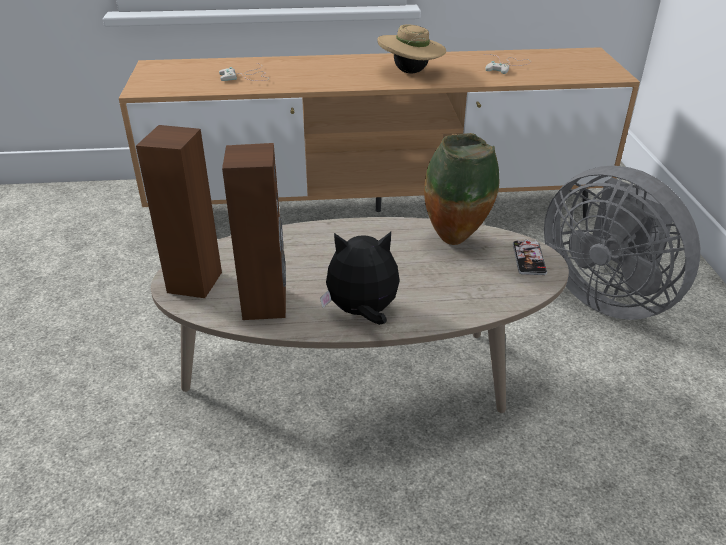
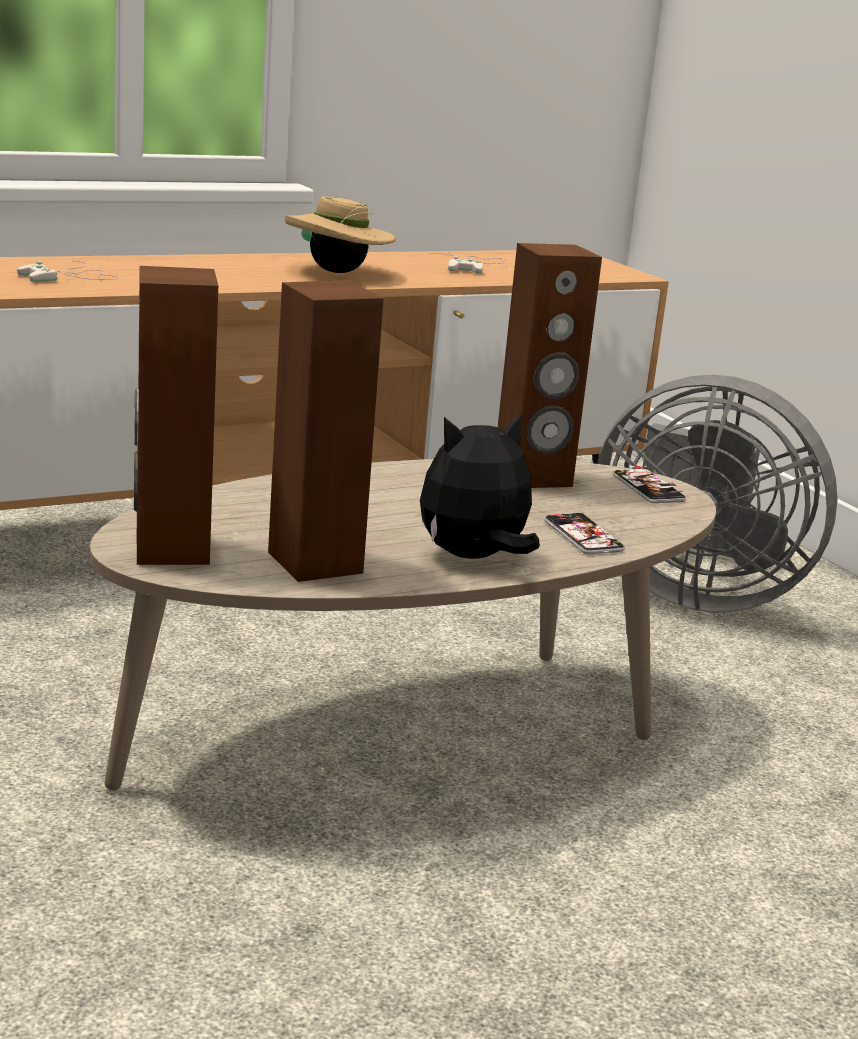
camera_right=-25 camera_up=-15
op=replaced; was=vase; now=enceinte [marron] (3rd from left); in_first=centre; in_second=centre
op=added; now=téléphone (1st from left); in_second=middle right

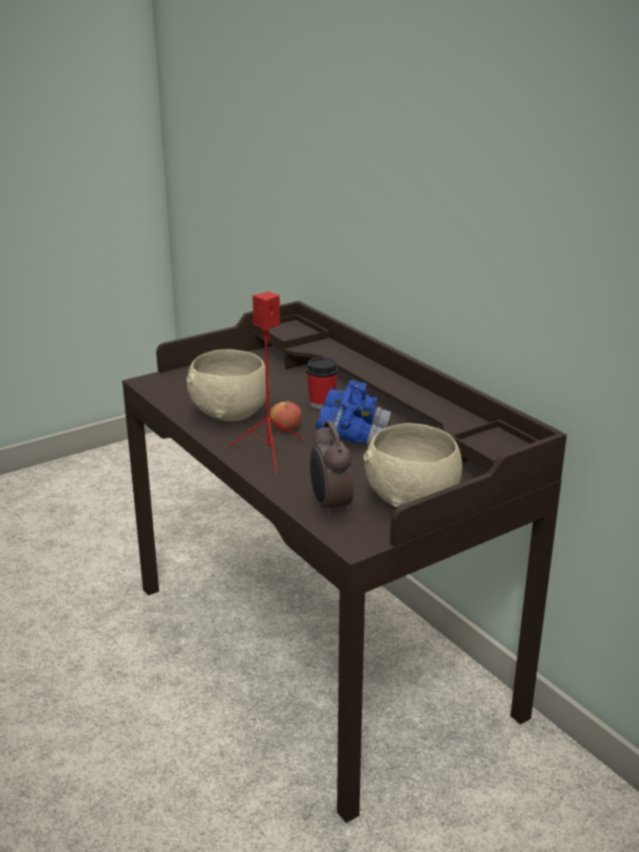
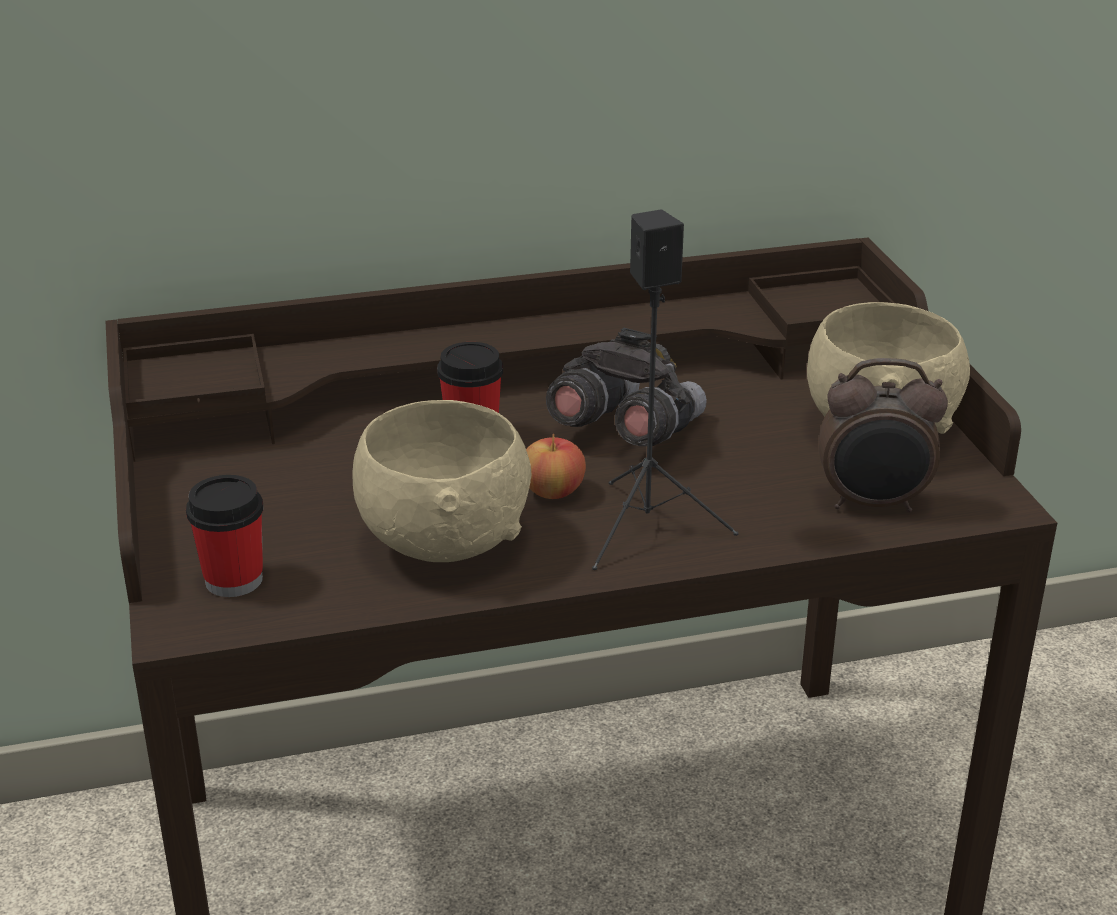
camera_right=-70 camera_up=5
op=recoloured; was=enceinte [rouge]; now=enceinte [noir]; in_first=centre; in_second=centre
op=recoloured; was=jumelles [bleu]; now=jumelles [gris]; in_first=centre; in_second=centre
op=added; now=tasse (1st from left); in_second=middle left

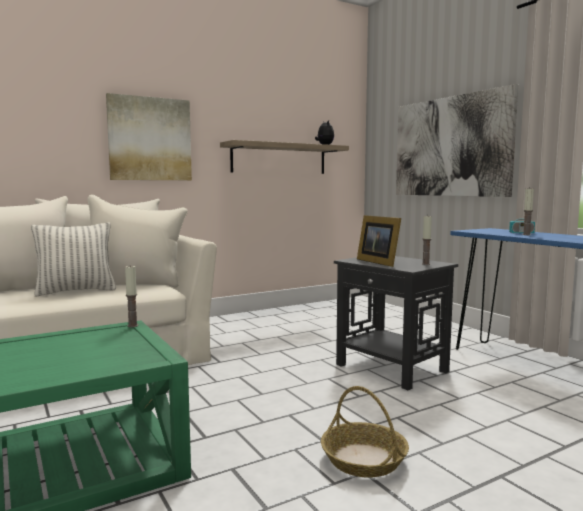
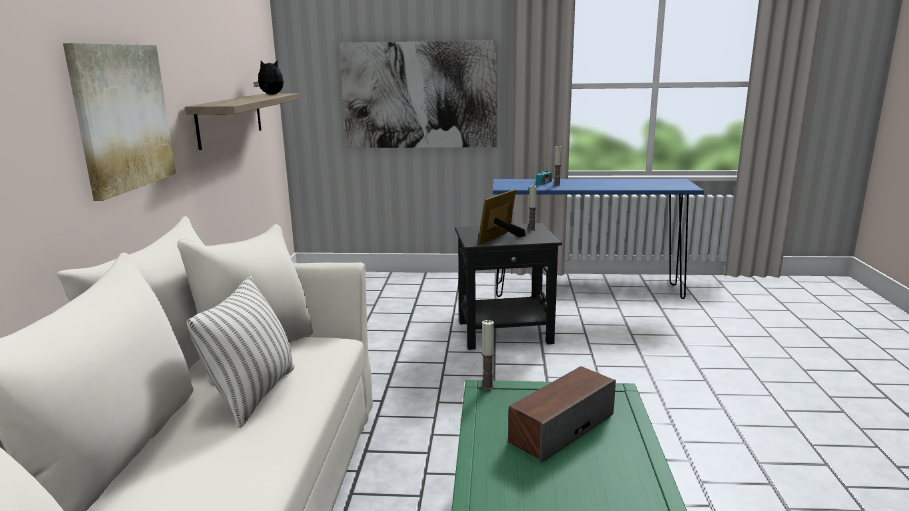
camera_right=-55 camera_up=10
op=removed; was=panier; in_first=bottom centre
op=turned; was=cadre photo; in_first=centre; in_second=centre; clockwise=120
op=added; now=enceinte; in_second=bottom centre

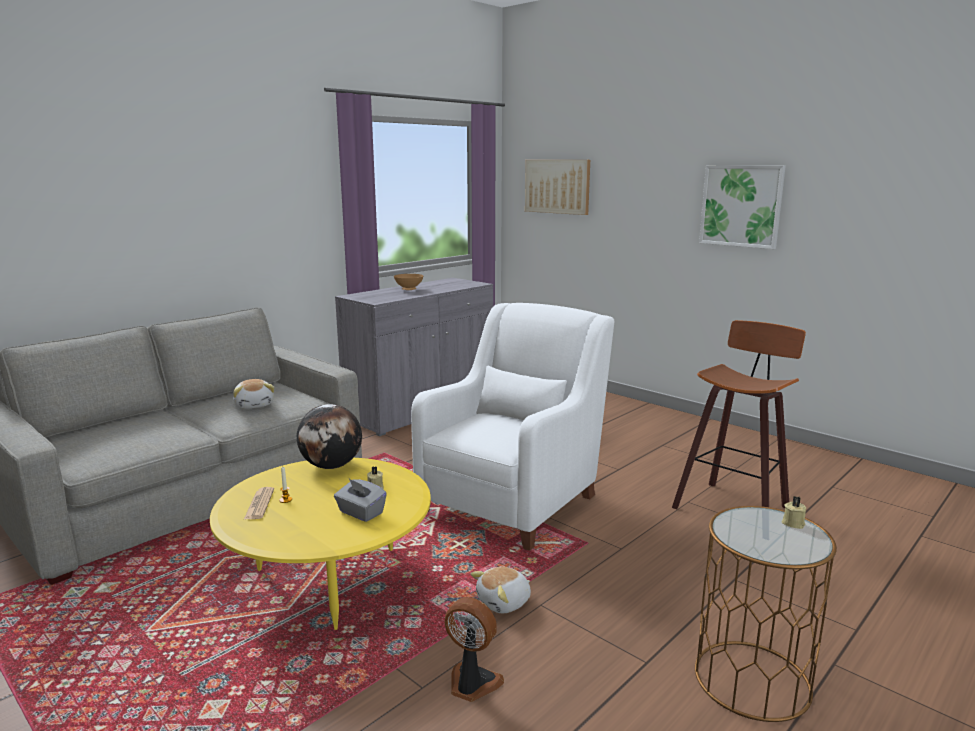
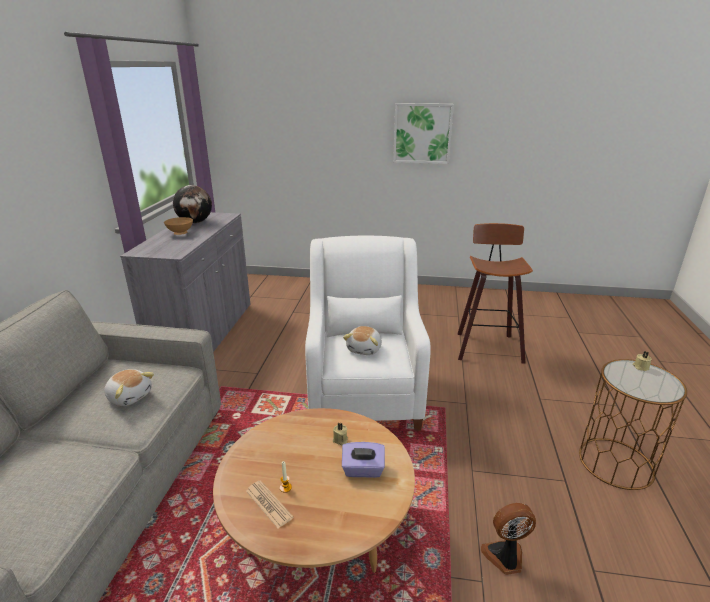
camera_right=-35 camera_up=10
op=recoloured; was=table basse [jaune]; now=table basse [marron]; in_first=bottom left; in_second=bottom centre
op=moved; was=globe; in_first=centre; in_second=middle left
op=recoloured; was=boîte à mouchoirs [gris]; now=boîte à mouchoirs [violet]; in_first=bottom centre; in_second=bottom centre
op=moved; was=peluche (2nd from left); in_first=bottom centre; in_second=centre
op=removed; was=tableau (1st from left); in_first=top centre

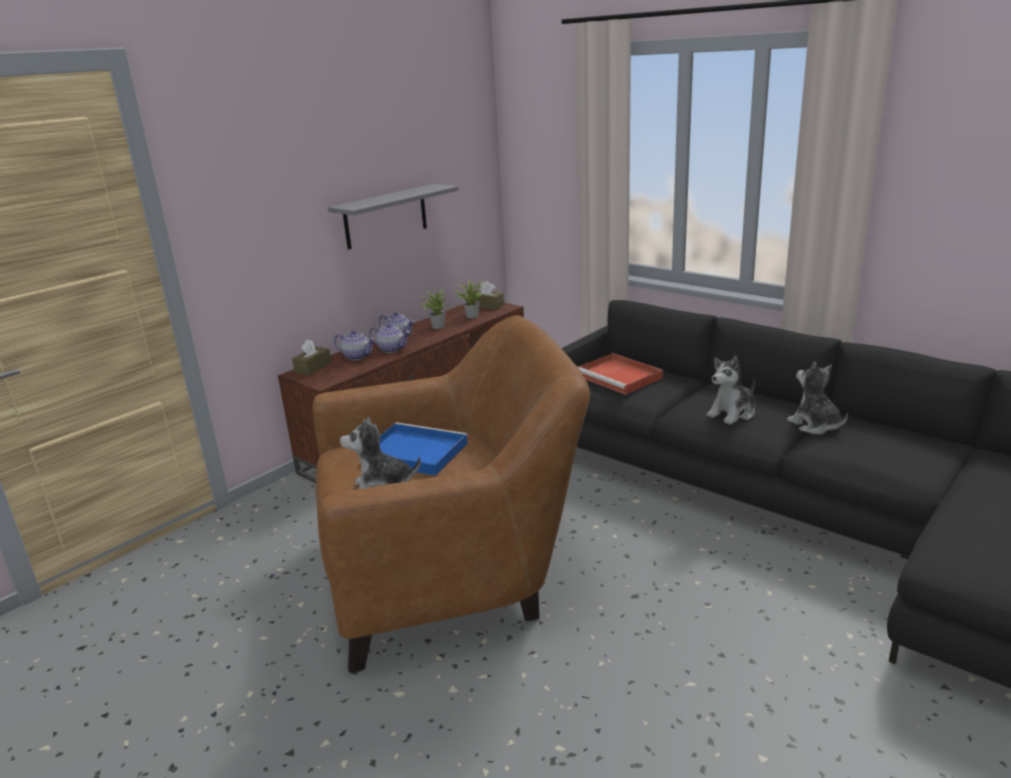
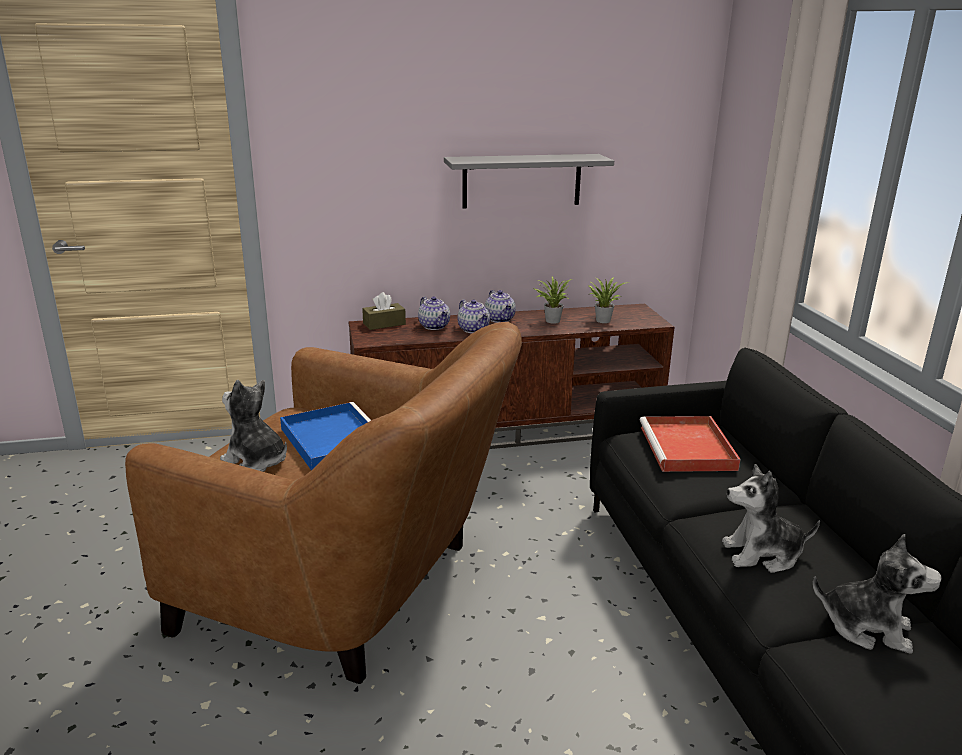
camera_right=35 camera_up=0
op=removed; was=boîte à mouchoirs [marron] (2nd from left); in_first=centre
op=turned; was=peluche (3rd from left); in_first=middle right; in_second=bottom right; clockwise=105

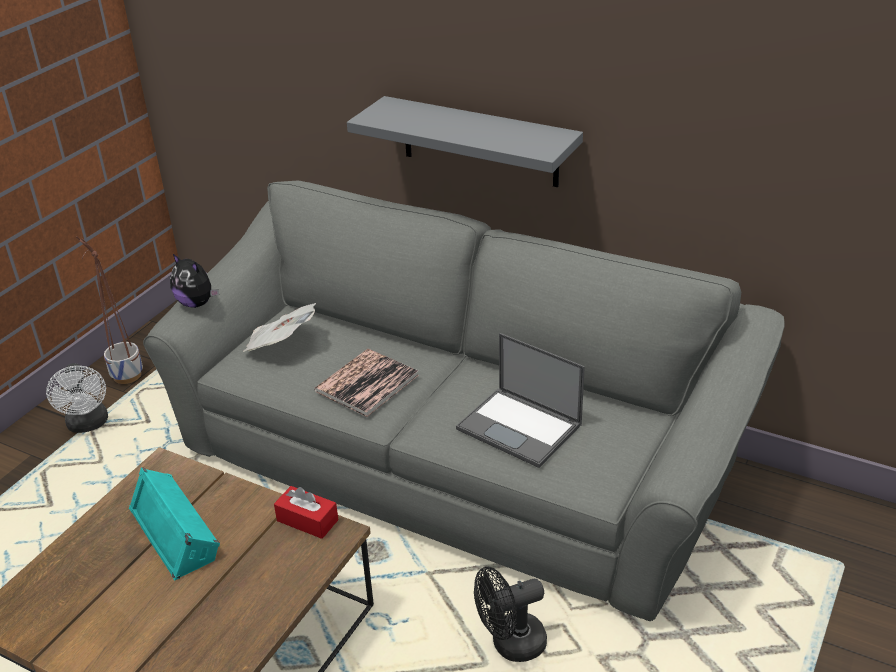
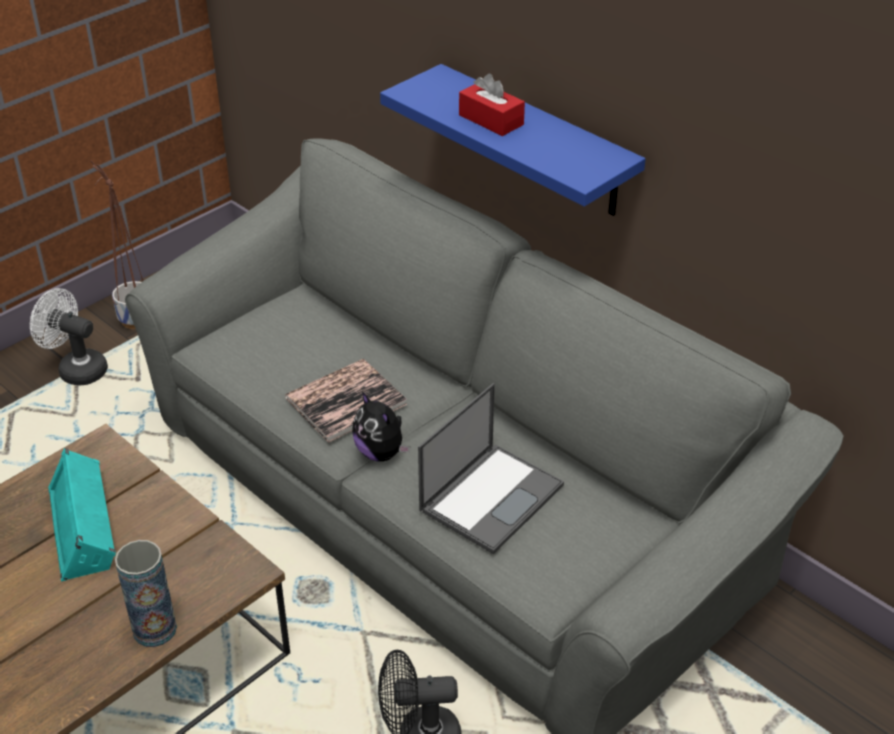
camera_right=15 camera_up=5
op=turned; was=ventilateur [blanc]; in_first=middle left; in_second=middle left; clockwise=120
op=moved; was=peluche; in_first=middle left; in_second=centre
op=removed; was=journal; in_first=middle left
op=moved; was=boîte à mouchoirs [rouge]; in_first=bottom centre; in_second=top centre
op=recoloured; was=étagère [gris]; now=étagère [bleu]; in_first=top centre; in_second=top centre
op=turned; was=ordinateur portable; in_first=centre; in_second=centre; clockwise=-105
op=added; now=vase; in_second=bottom left

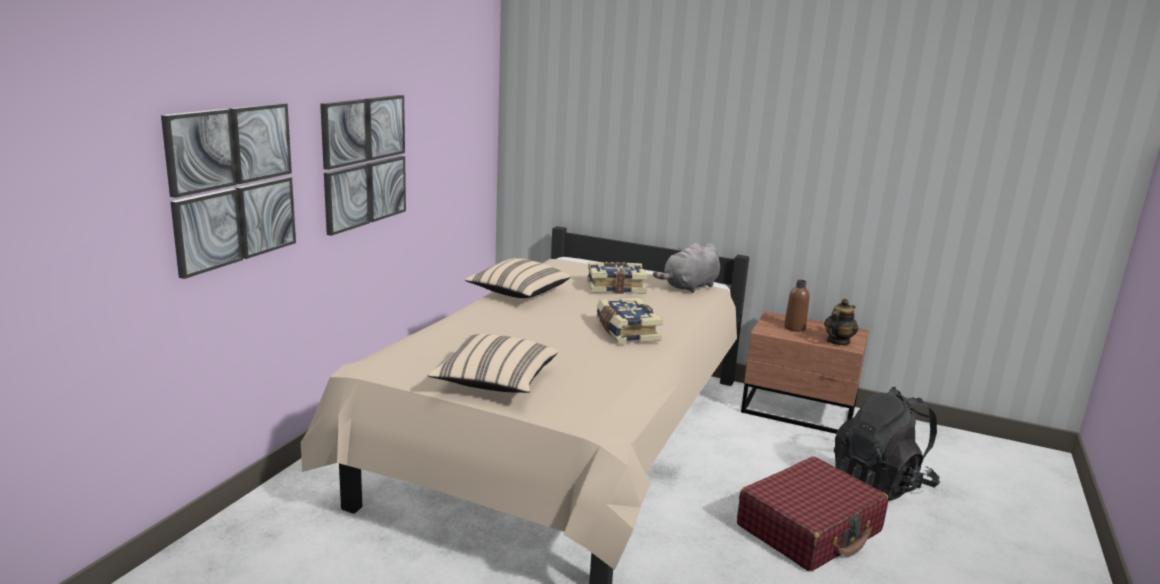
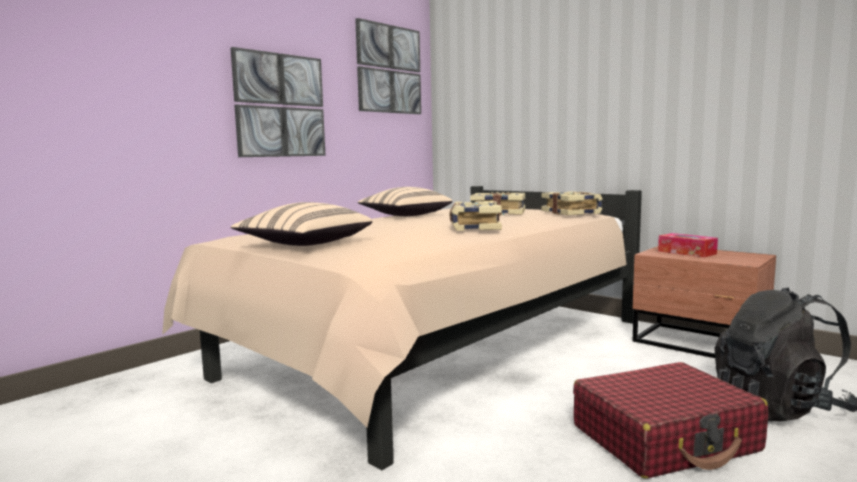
camera_right=20 camera_up=-10
op=moved; was=tableau (1st from left in the first image); now=tableau (2nd from left); in_first=top left; in_second=top centre
op=replaced; was=peluche [gris]; now=livre (3rd from left); in_first=centre; in_second=middle right
op=replaced; was=bouteille [marron]; now=boîte à mouchoirs; in_first=middle right; in_second=middle right
op=removed; was=théière; in_first=middle right

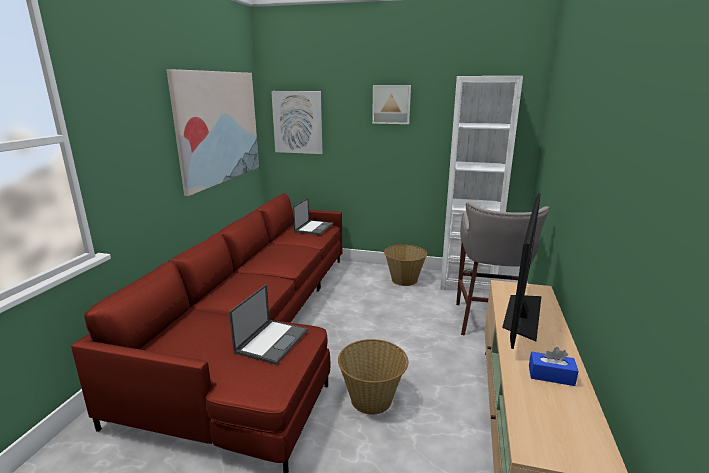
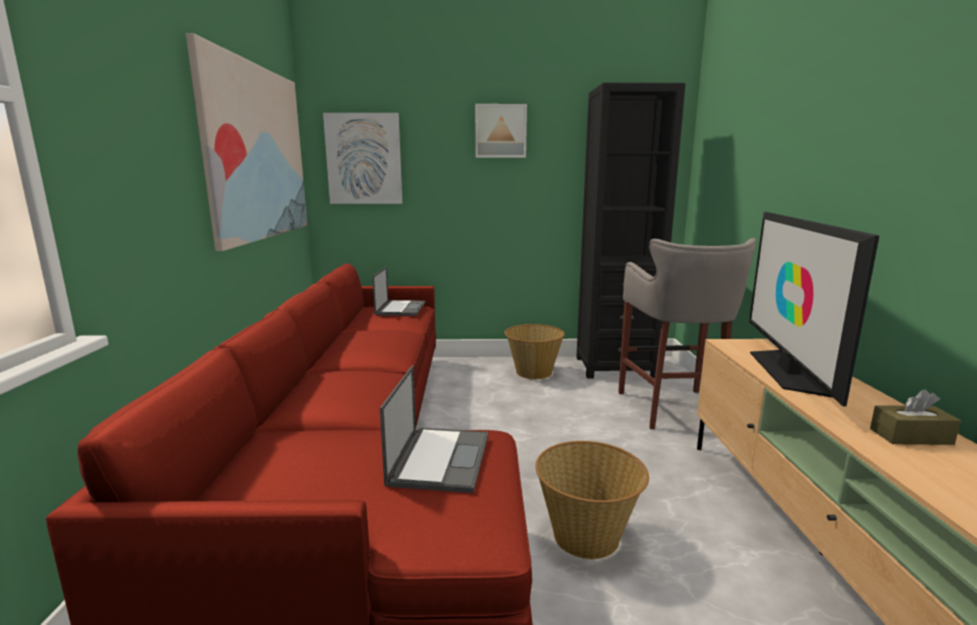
camera_right=-15 camera_up=-5
op=recoloured; was=bibliothèque [blanc]; now=bibliothèque [noir]; in_first=middle right; in_second=centre
op=recoloured; was=boîte à mouchoirs [bleu]; now=boîte à mouchoirs [marron]; in_first=bottom right; in_second=bottom right

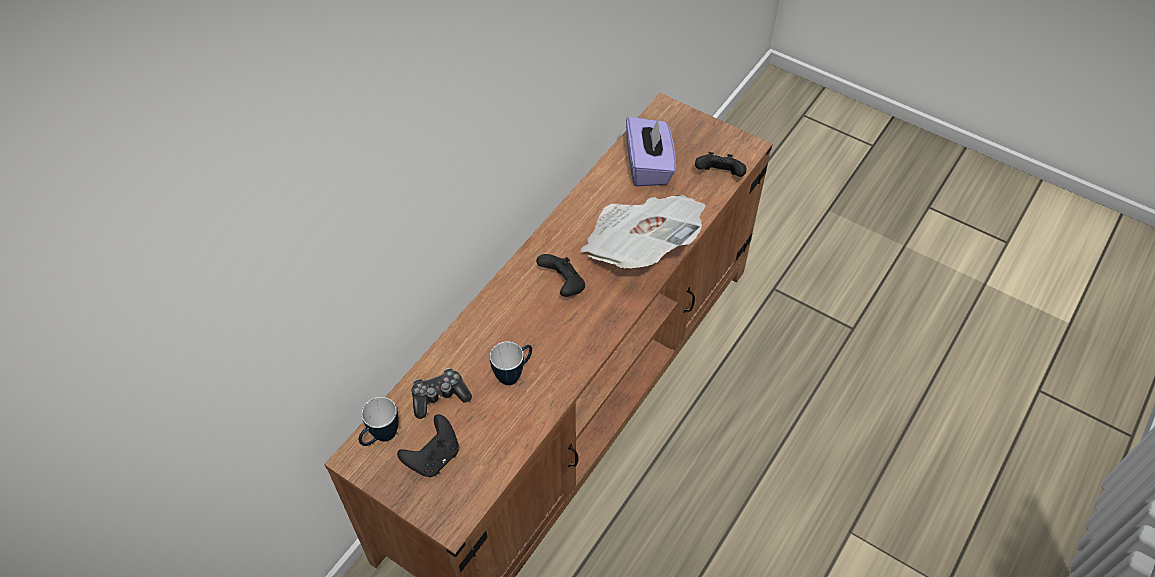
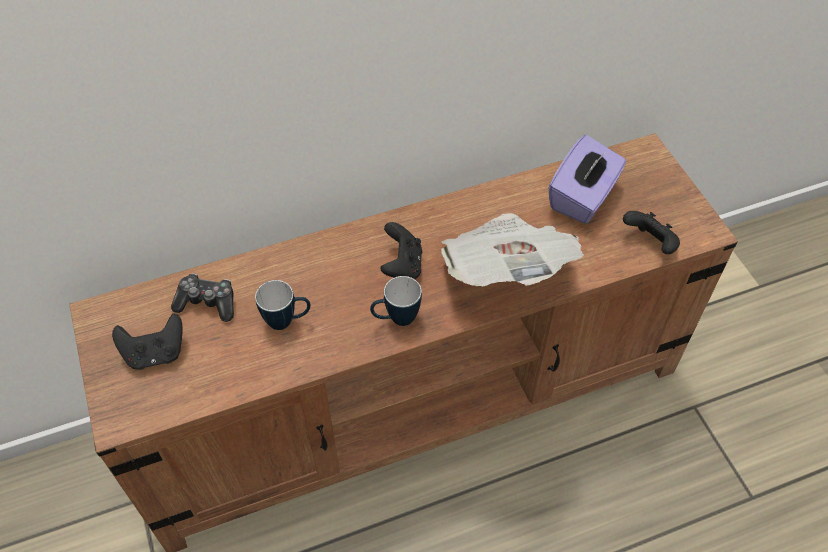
camera_right=35 camera_up=0
op=moved; was=mug (1st from left in the first image); now=mug (2nd from left); in_first=bottom left; in_second=centre

